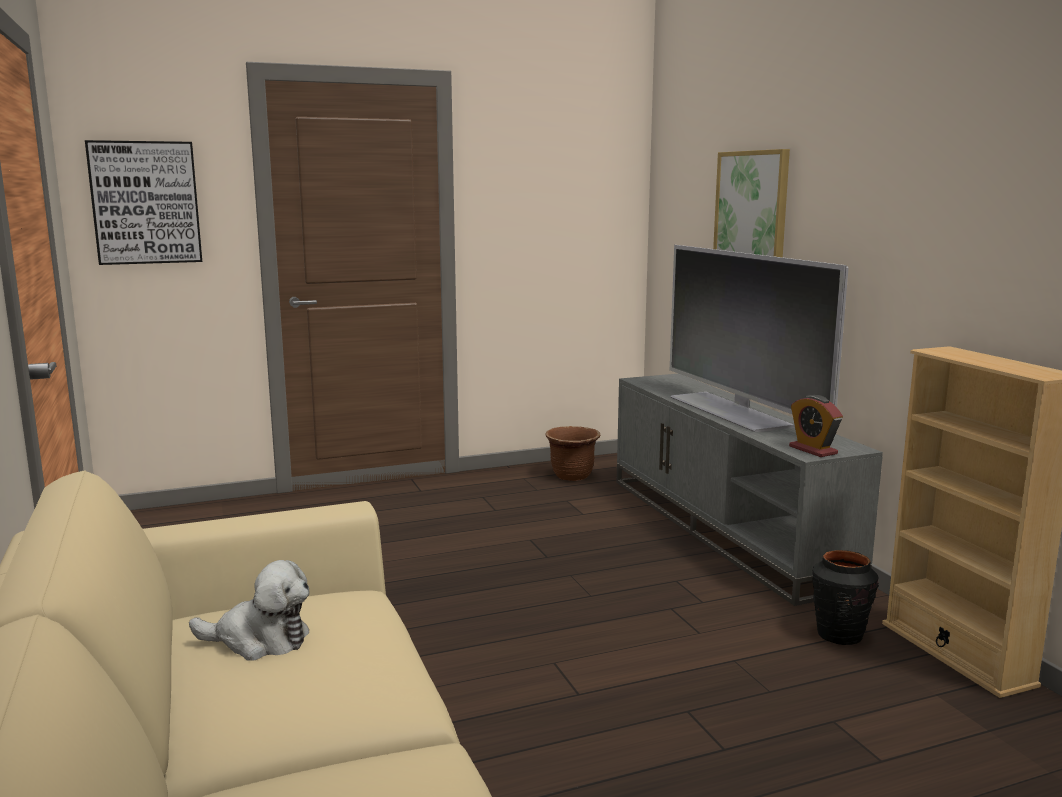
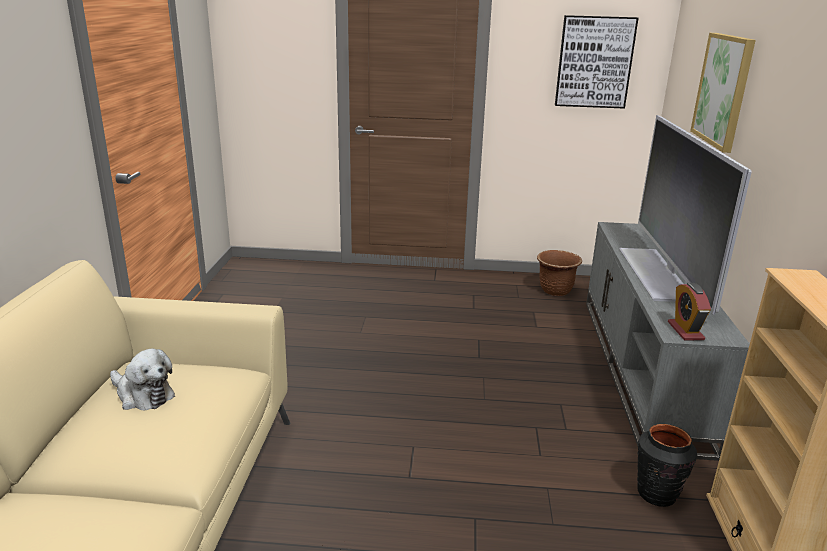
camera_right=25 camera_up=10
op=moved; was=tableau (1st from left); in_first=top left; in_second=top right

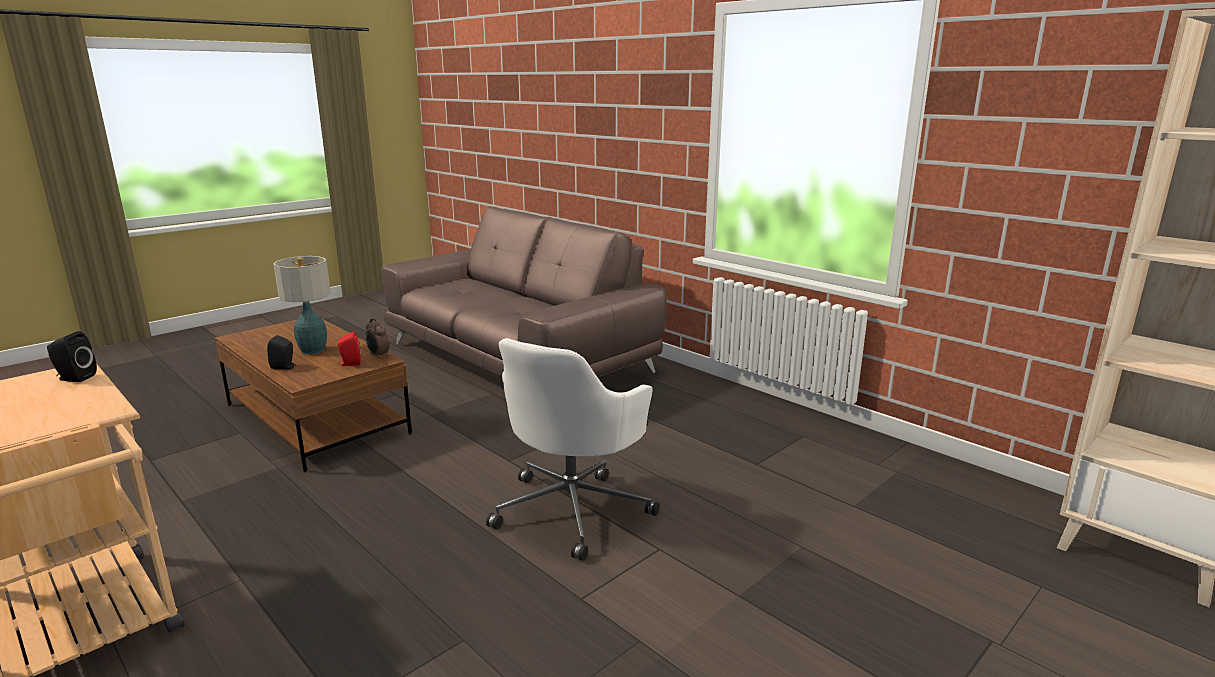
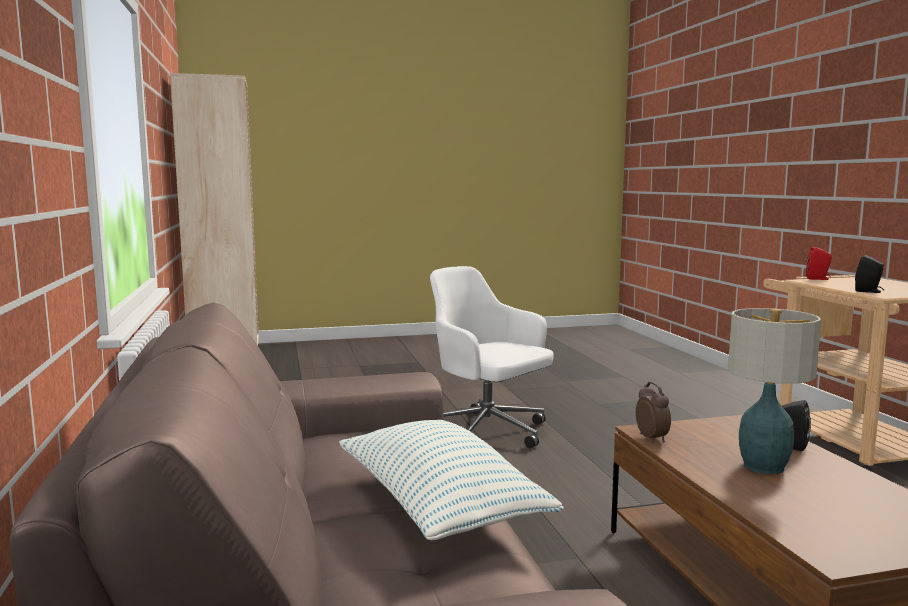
camera_right=-150 camera_up=-10
op=moved; was=enceinte [rouge]; in_first=middle left; in_second=middle right
op=turned; was=chaise de bureau [blanc]; in_first=centre; in_second=centre; clockwise=-105
op=added; now=coussin; in_second=bottom centre

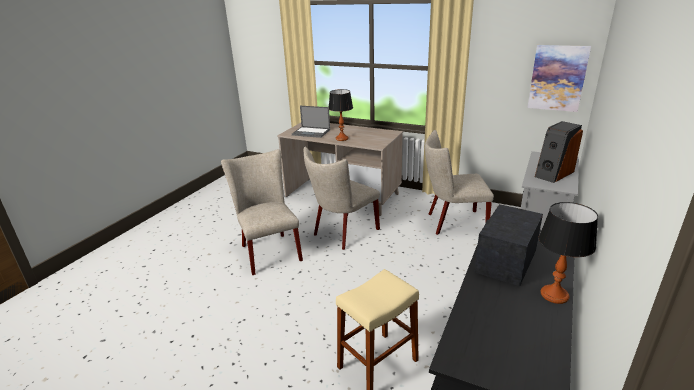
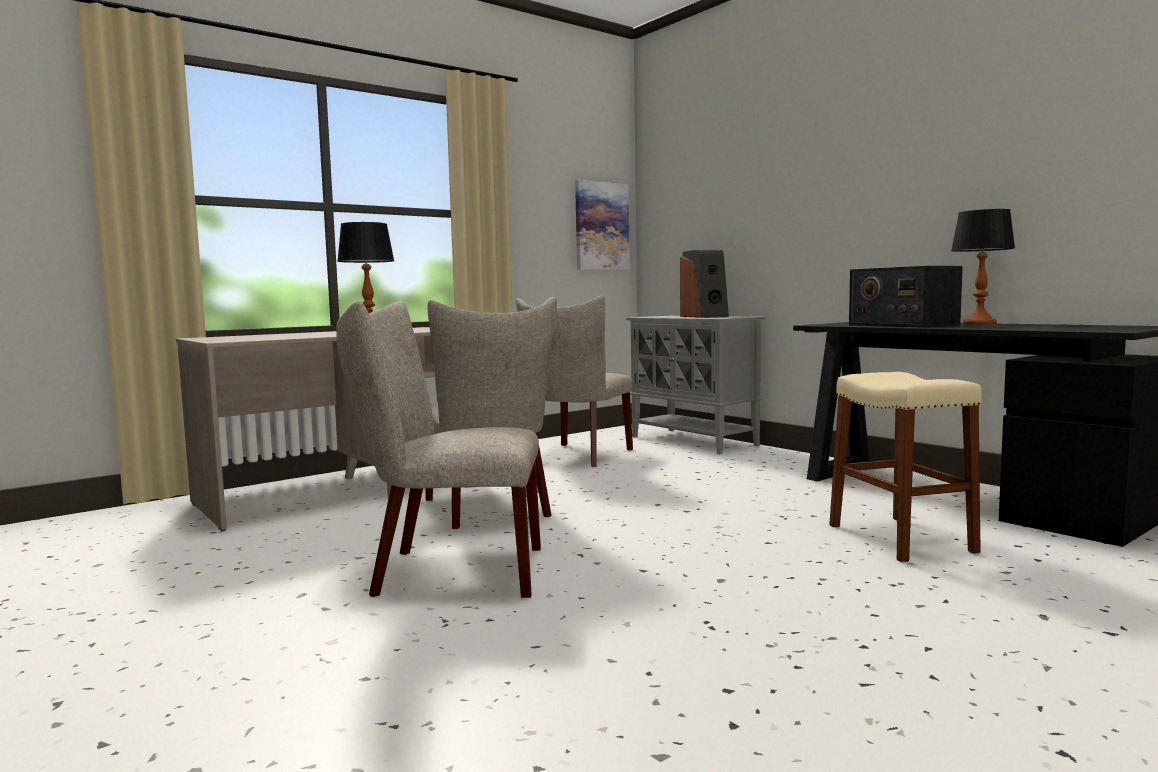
camera_right=-65 camera_up=-20
op=removed; was=ordinateur portable; in_first=top centre

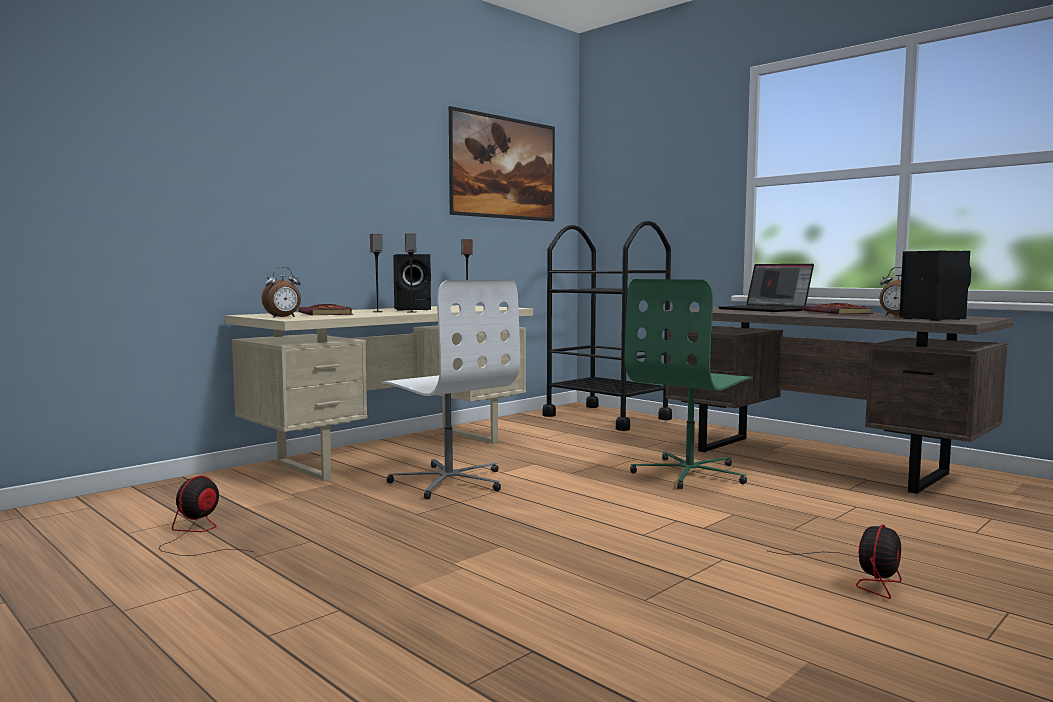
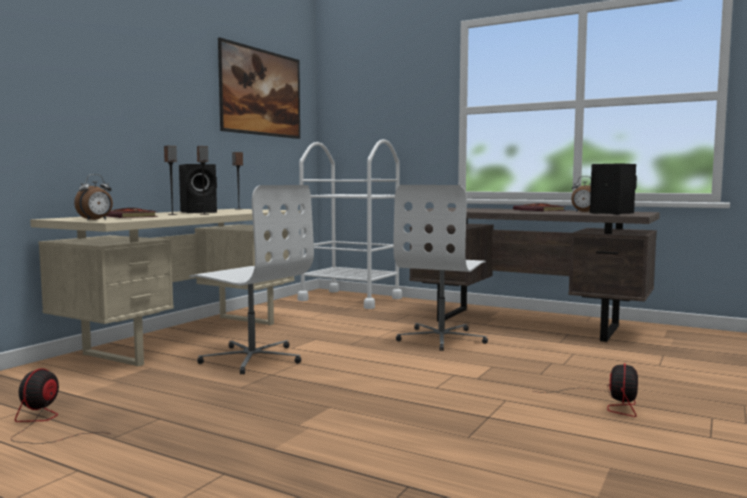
camera_right=-15 camera_up=0
op=recoloured; was=chariot [noir]; now=chariot [blanc]; in_first=centre; in_second=centre
op=recoloured; was=chaise de bureau [vert]; now=chaise de bureau [blanc] (2nd from left); in_first=centre; in_second=centre
op=removed; was=ordinateur portable; in_first=middle right

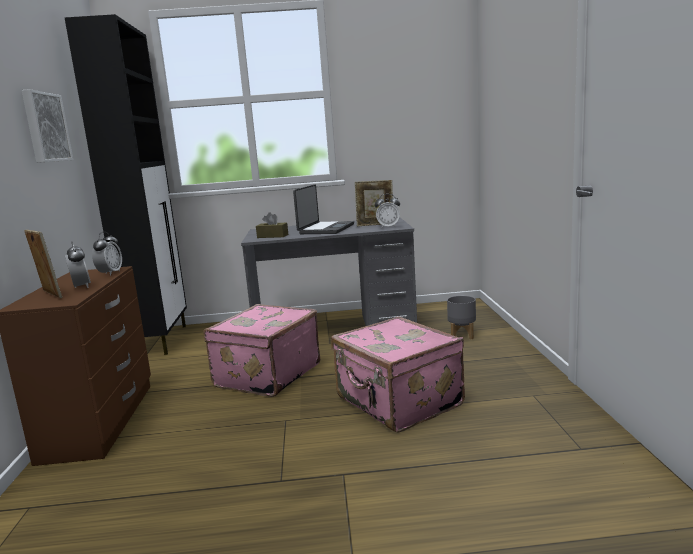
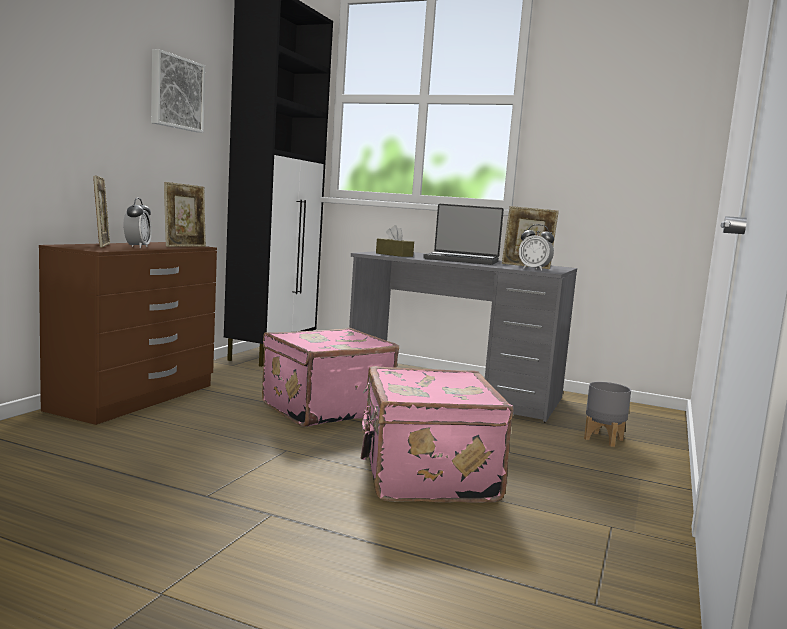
camera_right=25 camera_up=-5
op=replaced; was=réveil (2nd from left); now=cadre photo (2nd from left); in_first=middle left; in_second=middle left
op=turned; was=ordinateur portable; in_first=centre; in_second=centre; clockwise=60

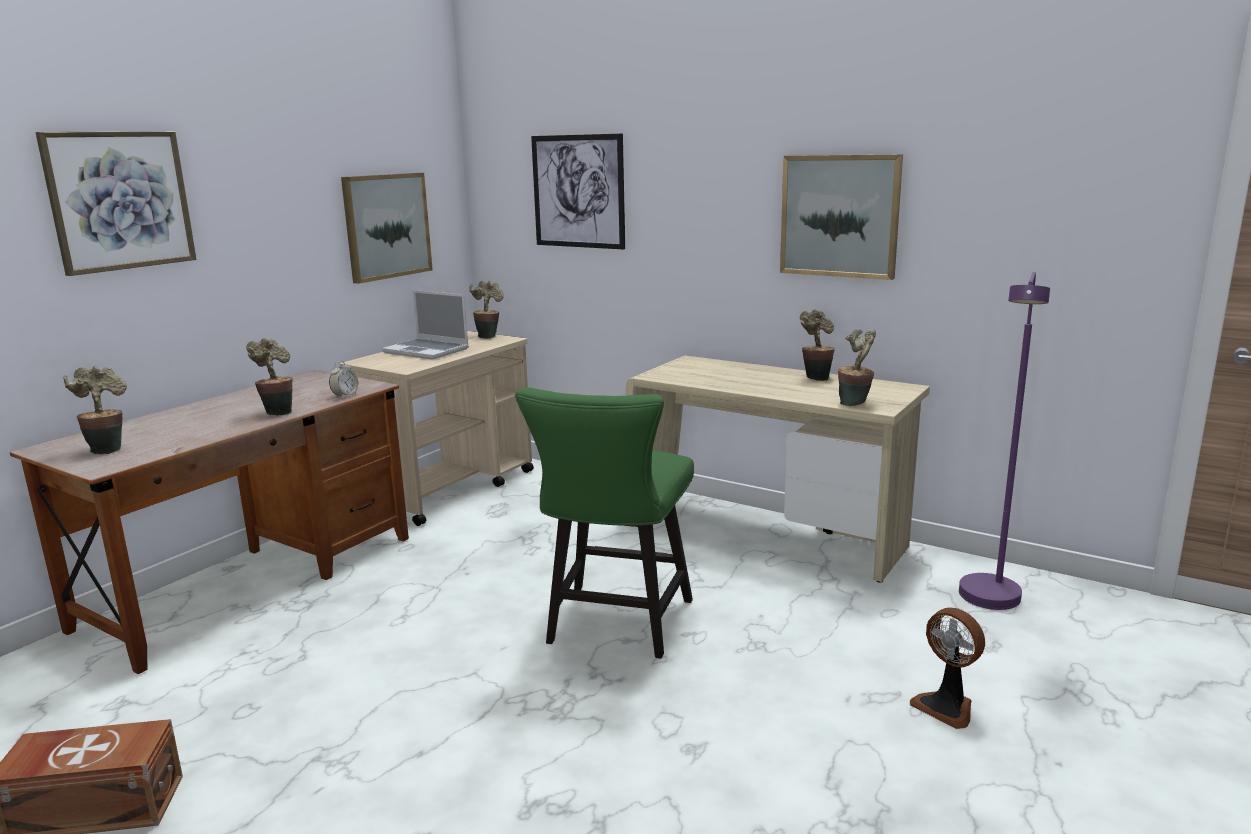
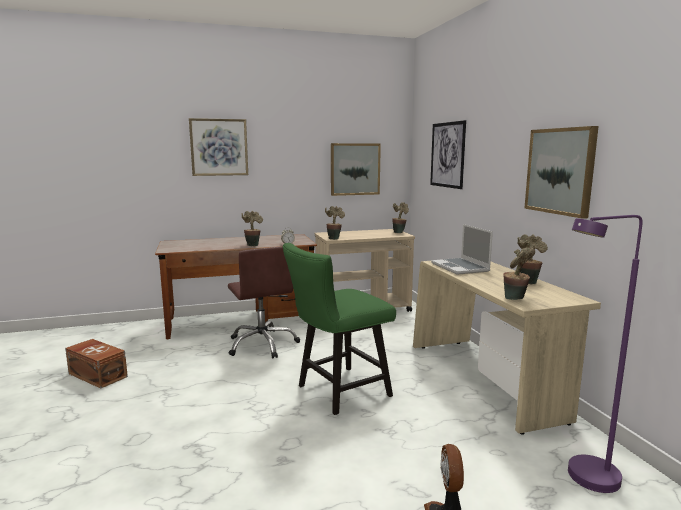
camera_right=40 camera_up=-5
op=moved; was=plante en pot (1st from left in the first image); now=plante en pot (2nd from left); in_first=middle left; in_second=centre
op=moved; was=ordinateur portable; in_first=centre; in_second=middle right
op=added; now=chaise de bureau [marron]; in_second=centre

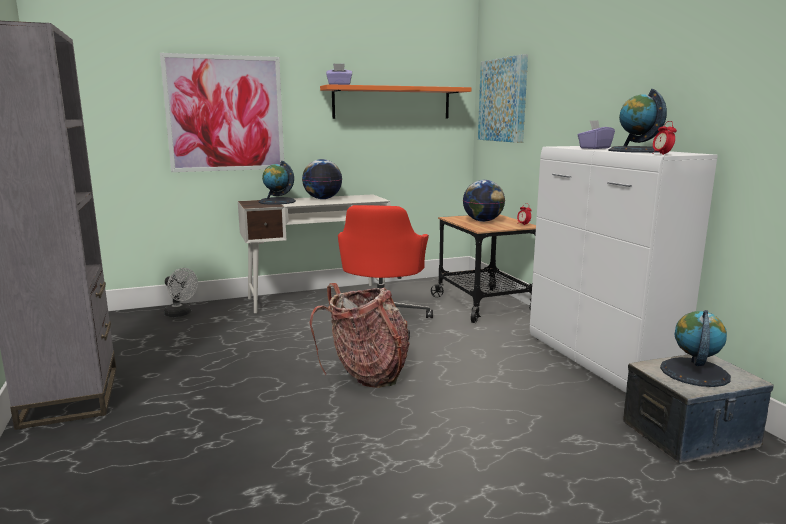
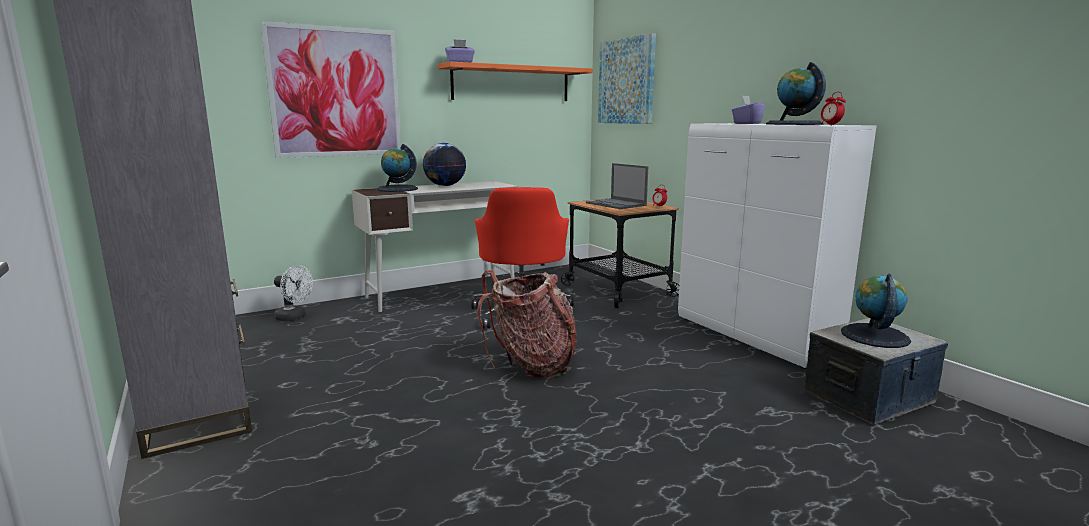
camera_right=-10 camera_up=0
op=replaced; was=globe (3rd from left); now=ordinateur portable; in_first=centre; in_second=centre

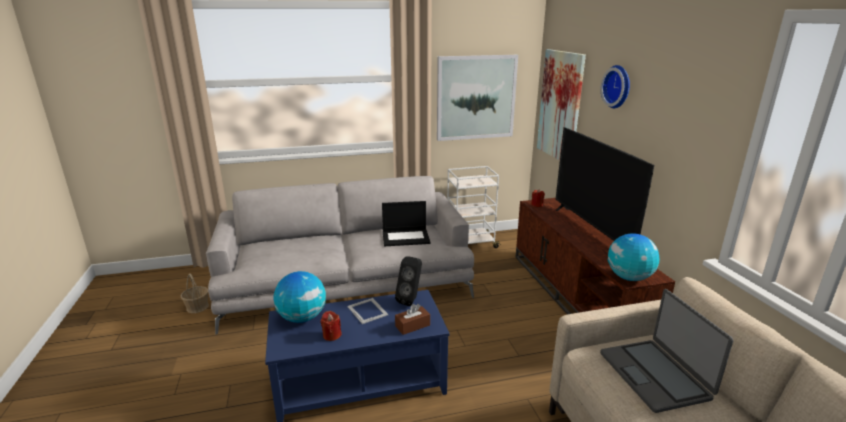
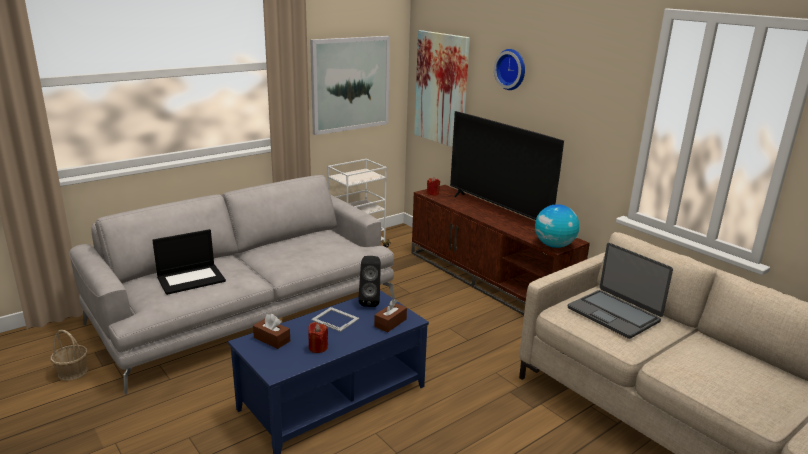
camera_right=-25 camera_up=0
op=replaced; was=globe (1st from left); now=boîte à mouchoirs [marron] (1st from left); in_first=bottom centre; in_second=bottom centre
op=moved; was=ordinateur portable (1st from left); in_first=centre; in_second=middle left

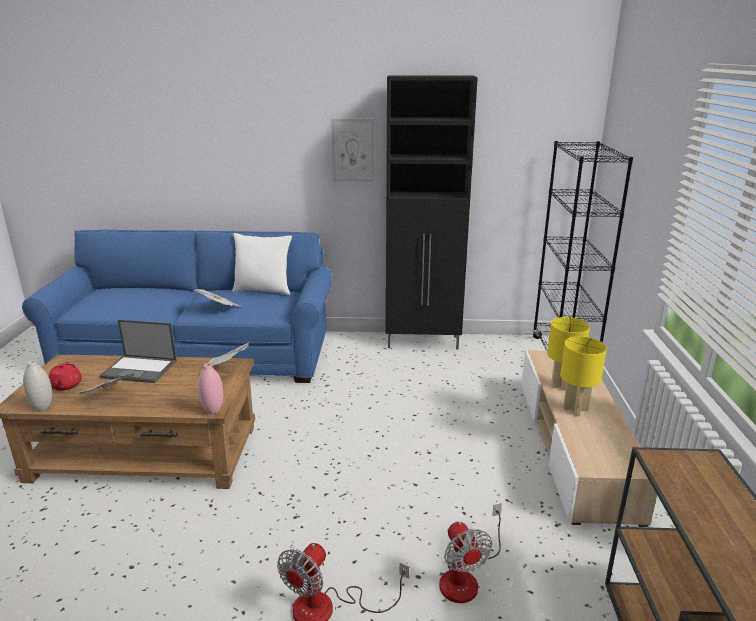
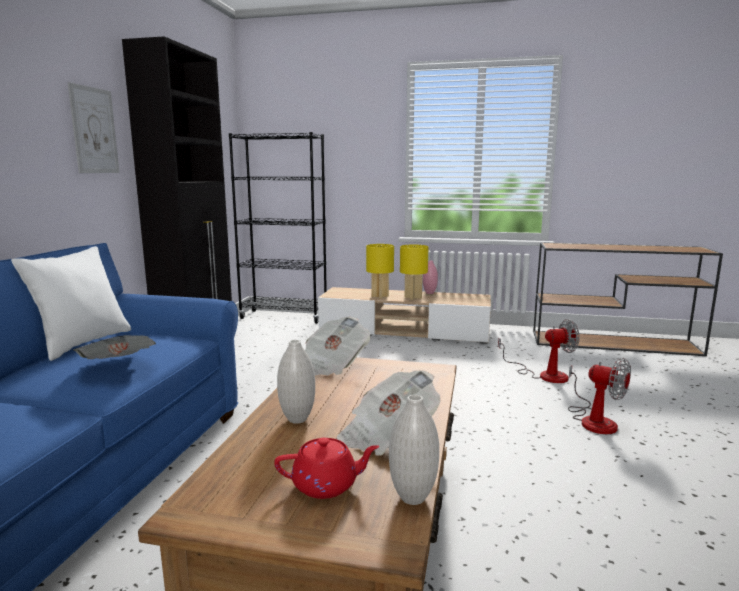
camera_right=-80 camera_up=-10
op=replaced; was=ordinateur portable; now=vase [blanc] (1st from left); in_first=middle left; in_second=centre
op=moved; was=vase [rose]; in_first=middle left; in_second=centre

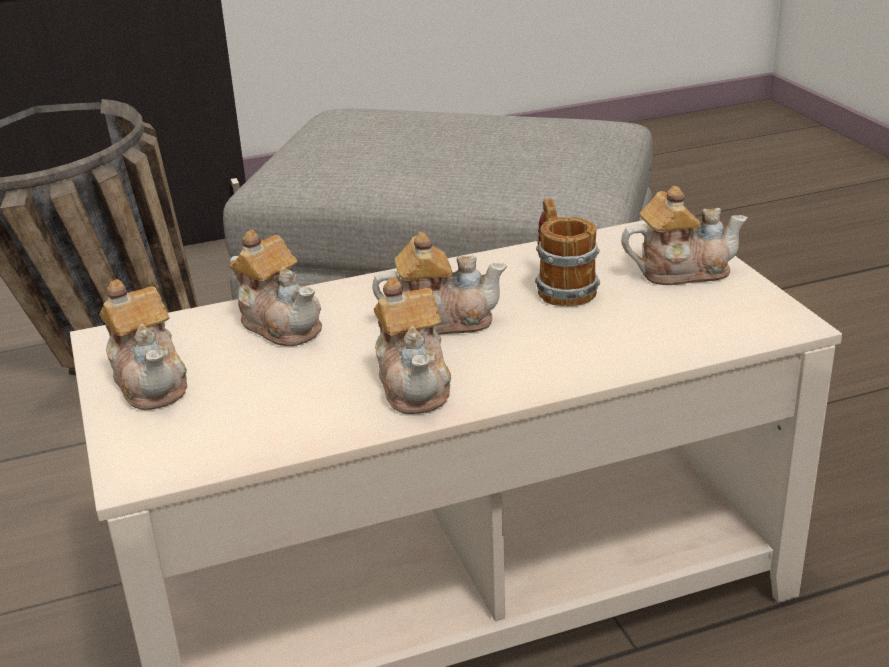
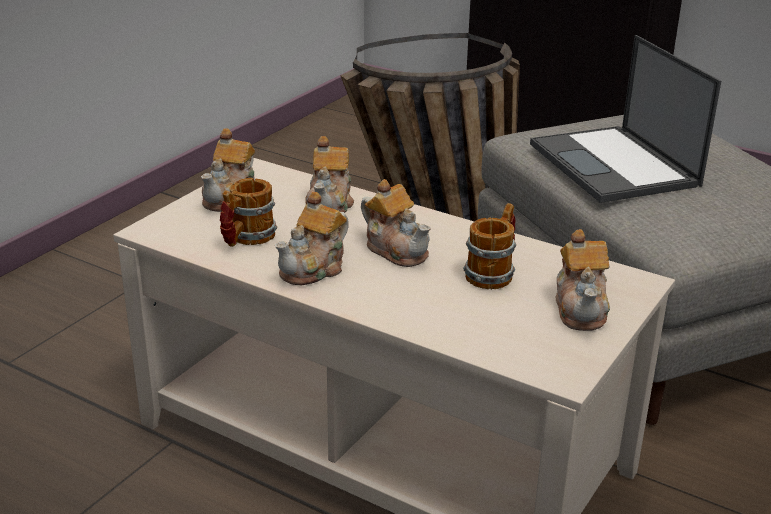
camera_right=50 camera_up=0
op=turned; was=théière (5th from left); in_first=middle right; in_second=middle right; clockwise=45
op=added; now=mug (1st from left); in_second=middle left
op=added; now=ordinateur portable; in_second=top right

